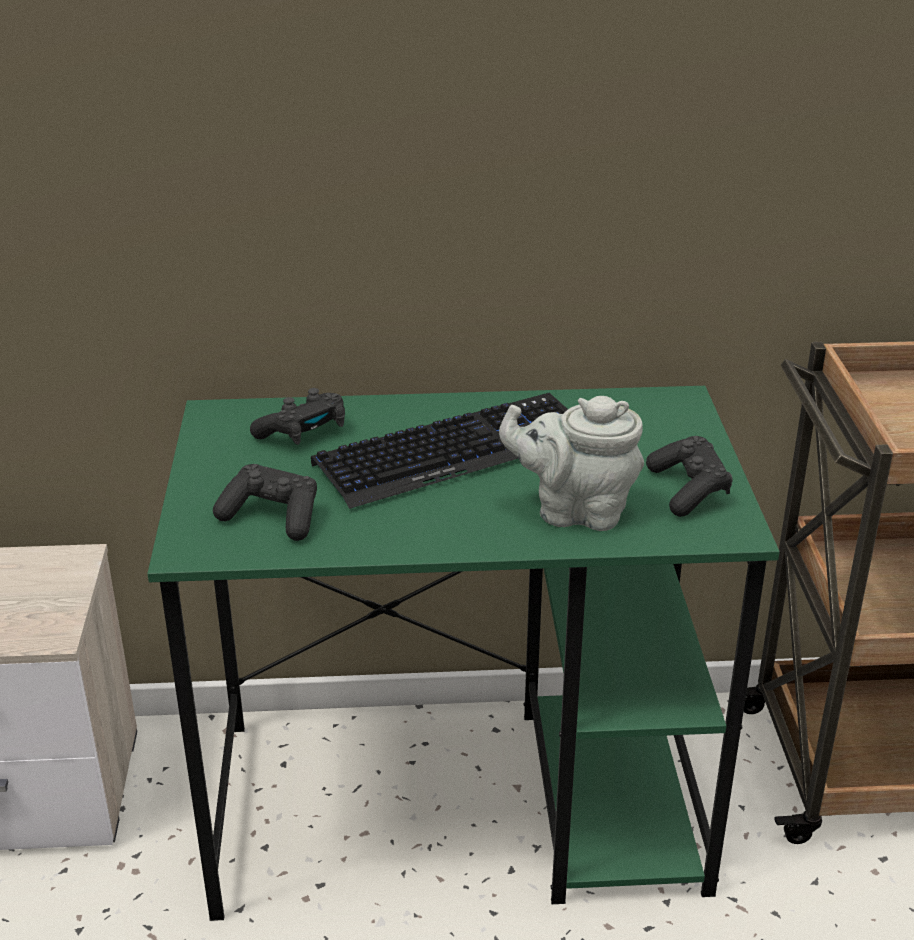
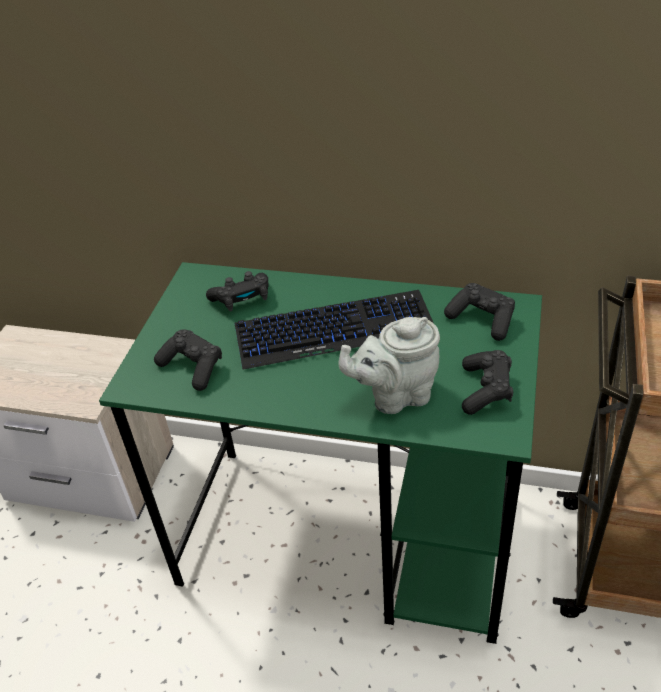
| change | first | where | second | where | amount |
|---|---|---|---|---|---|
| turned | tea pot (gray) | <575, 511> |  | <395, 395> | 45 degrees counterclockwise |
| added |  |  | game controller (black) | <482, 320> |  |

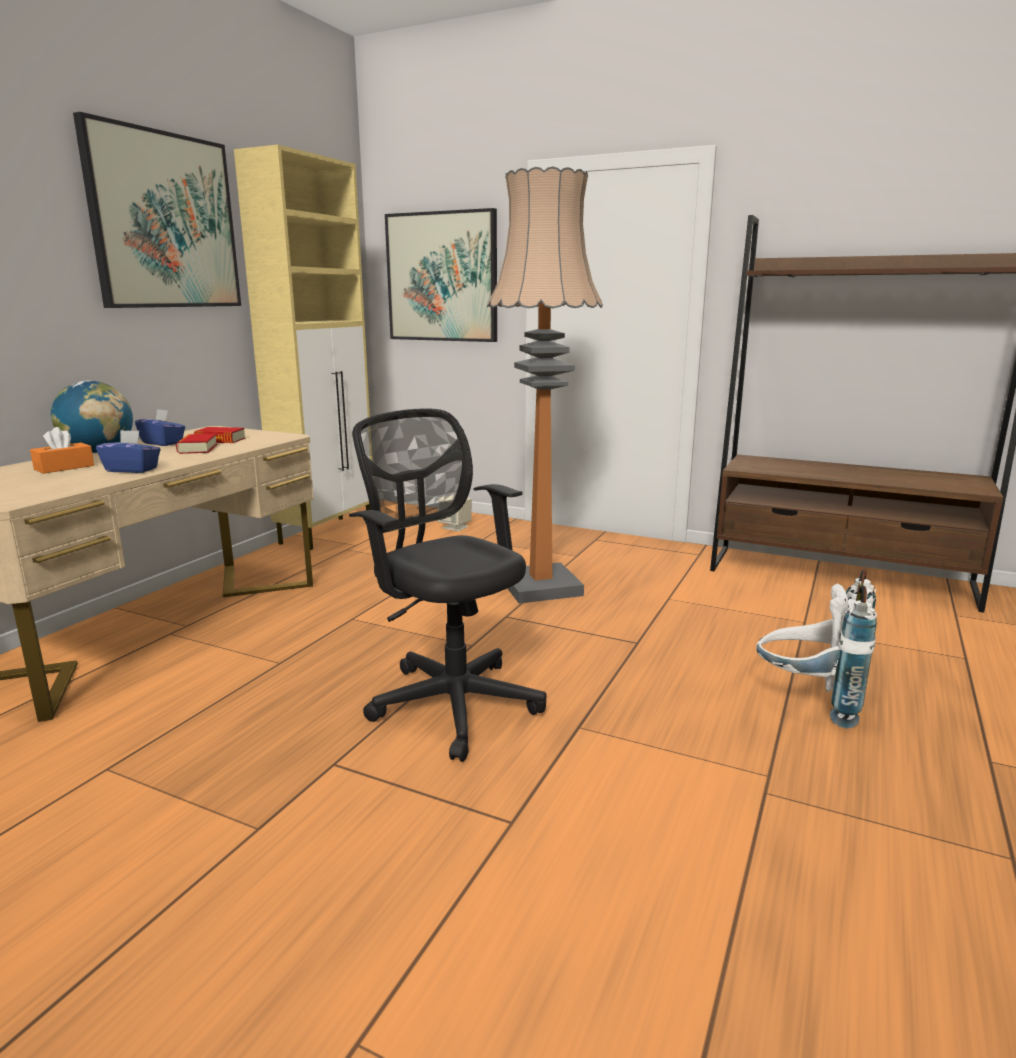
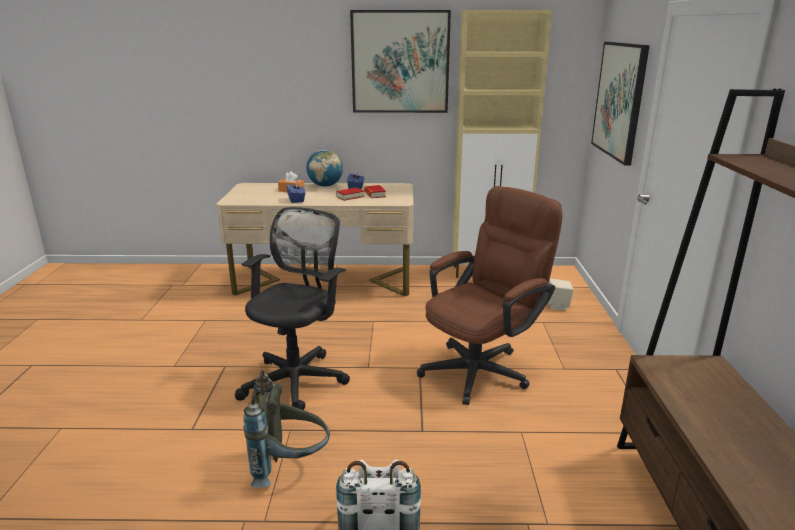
| change | first | where | second | where | amount |
|---|---|---|---|---|---|
| replaced | standing lamp | <540, 587> | office chair (brownish) | <482, 368> |  |
| added |  |  | knapsack (gray) | <290, 467> |  |

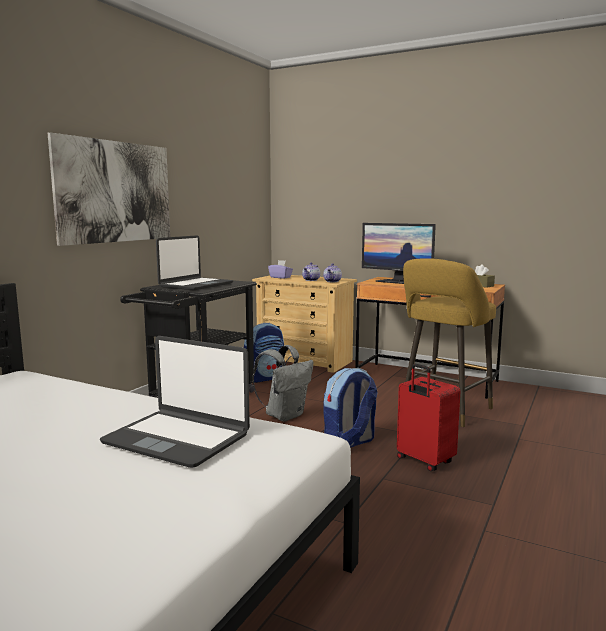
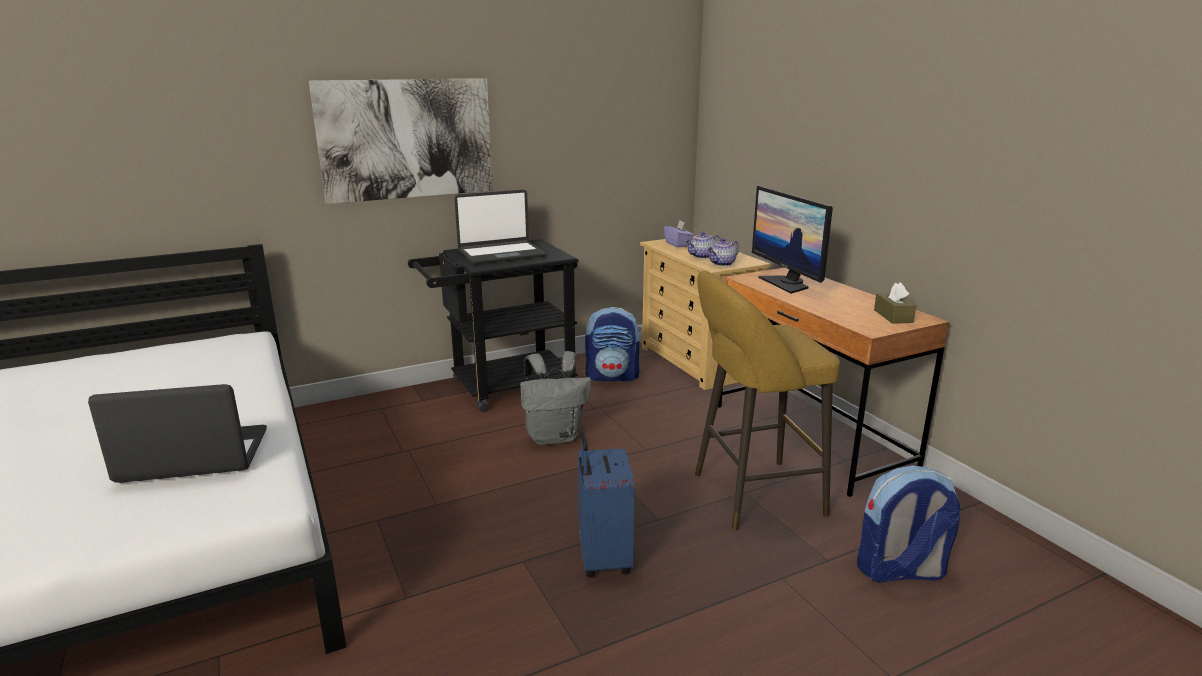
| change | first | where | second | where | amount |
|---|---|---|---|---|---|
| turned | portable computer | <177, 438> |  | <194, 457> | 105 degrees clockwise |
| recoloured | suitcase (reddish) | <424, 461> | suitcase (blue-coloured) | <602, 559> |  |
| moved | knapsack | <349, 443> |  | <899, 571> |  |

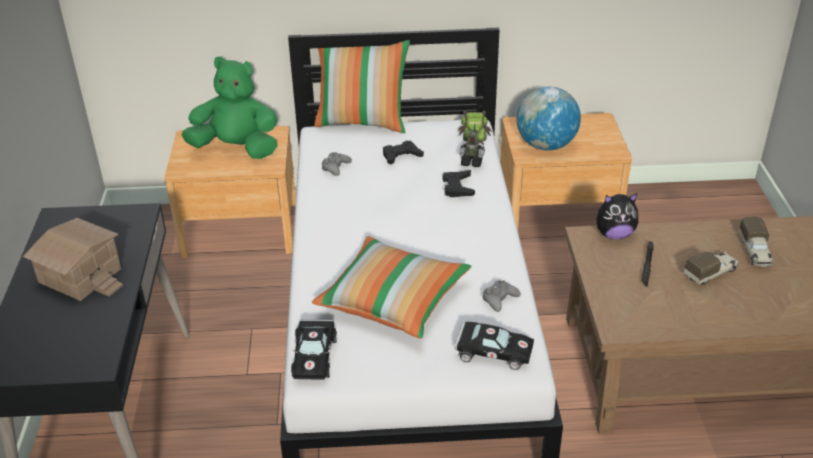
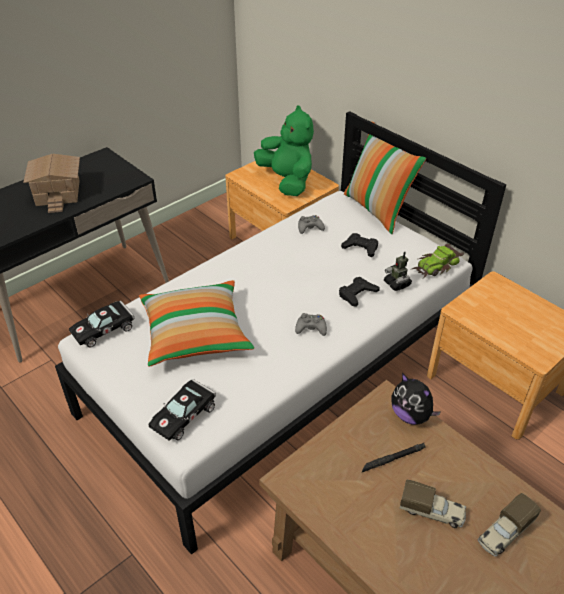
| change | first | where | second | where | amount |
|---|---|---|---|---|---|
| removed | desk globe | <545, 145> |  |  |  |
| moved | game controller (gray) | <499, 299> |  | <311, 328> |  |
| turned | toy car (black) | <490, 352> |  | <185, 414> | 60 degrees clockwise |

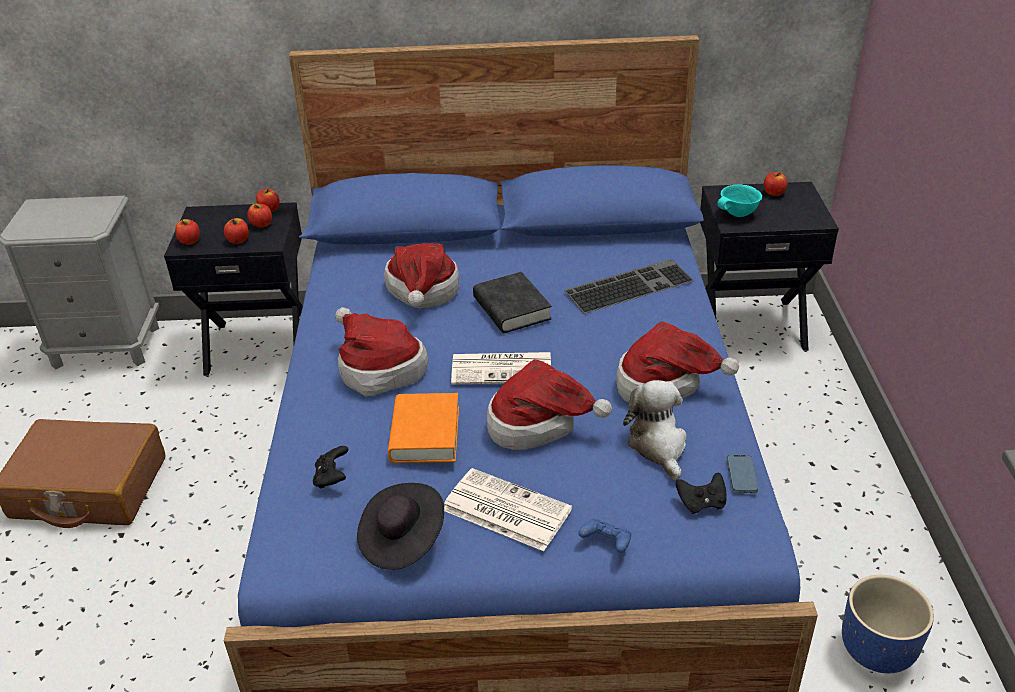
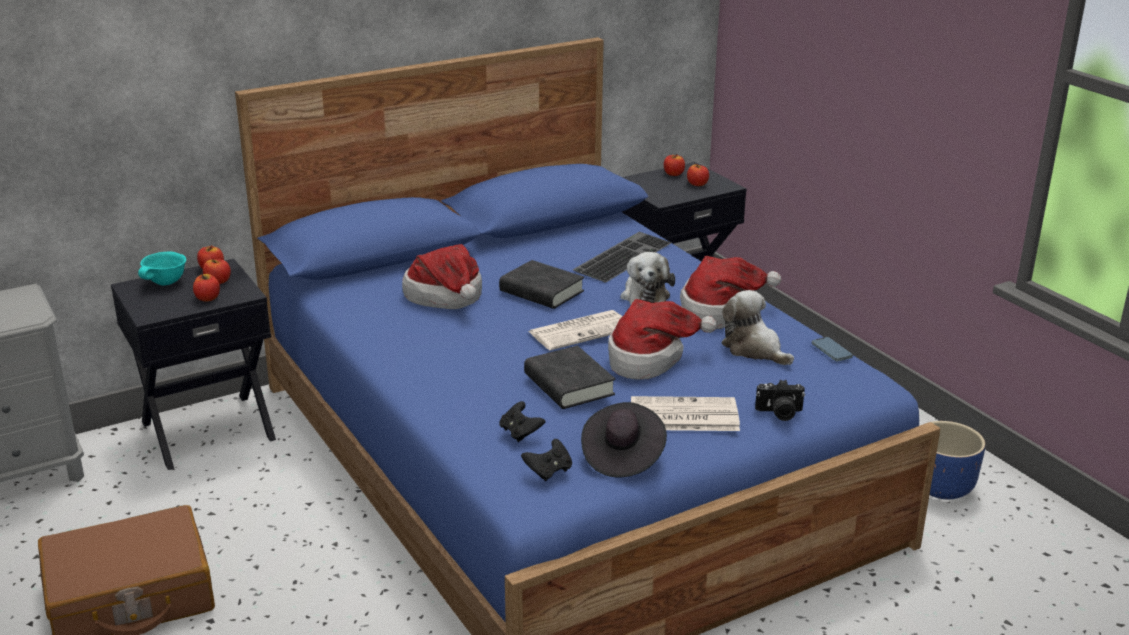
| change | first | where | second | where | amount |
|---|---|---|---|---|---|
| moved | bowl (turquoise-coloured) | <738, 214> |  | <165, 283> |  |
| moved | whole apple | <190, 241> |  | <697, 184> |  |
| removed | clothing hat | <378, 369> |  |  |  |
| recoloured | book (orangey) | <425, 434> | book (black) | <569, 385> |  |
| moved | game controller (black) | <701, 503> |  | <548, 471> |  |
| replaced | game controller (blue-coloured) | <606, 542> | photo camera | <779, 413> |  |
| added |  |  | soft toy | <645, 295> |  |

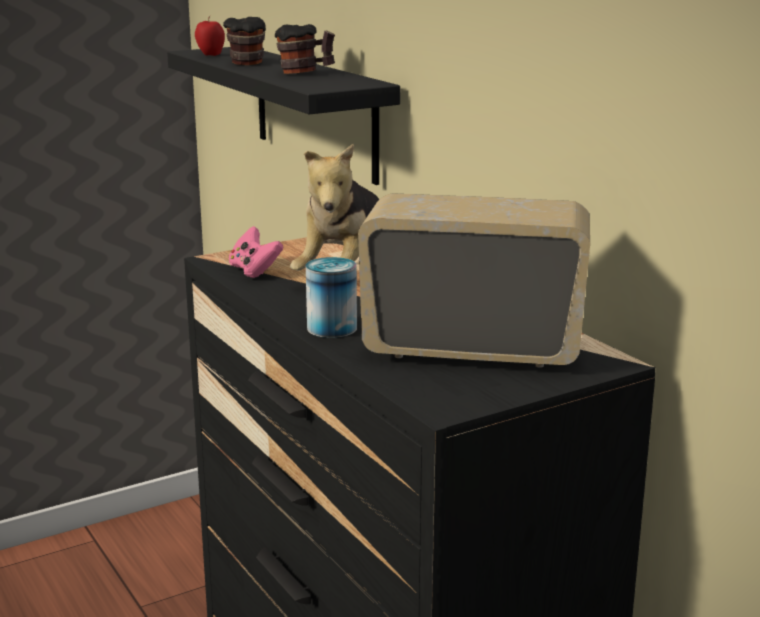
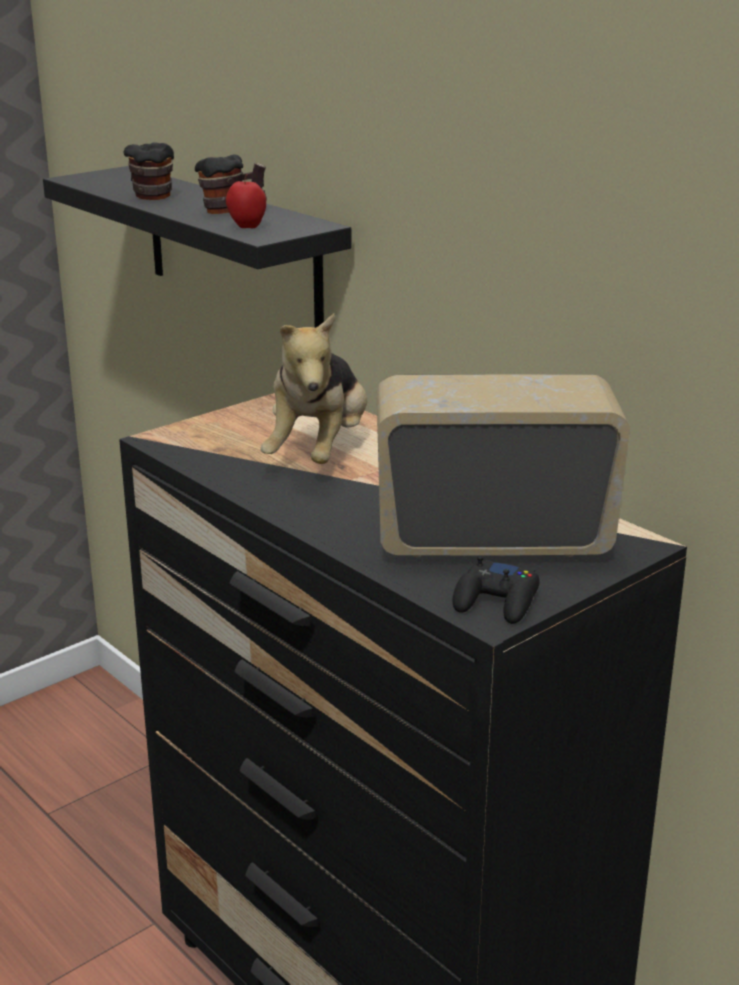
| change | first | where | second | where | amount |
|---|---|---|---|---|---|
| moved | whole apple | <210, 55> |  | <247, 227> |  |
| removed | game controller (pinkish) | <254, 271> |  |  |  |
| removed | can | <332, 328> |  |  |  |
| added |  |  | game controller (black) | <497, 601> |  |

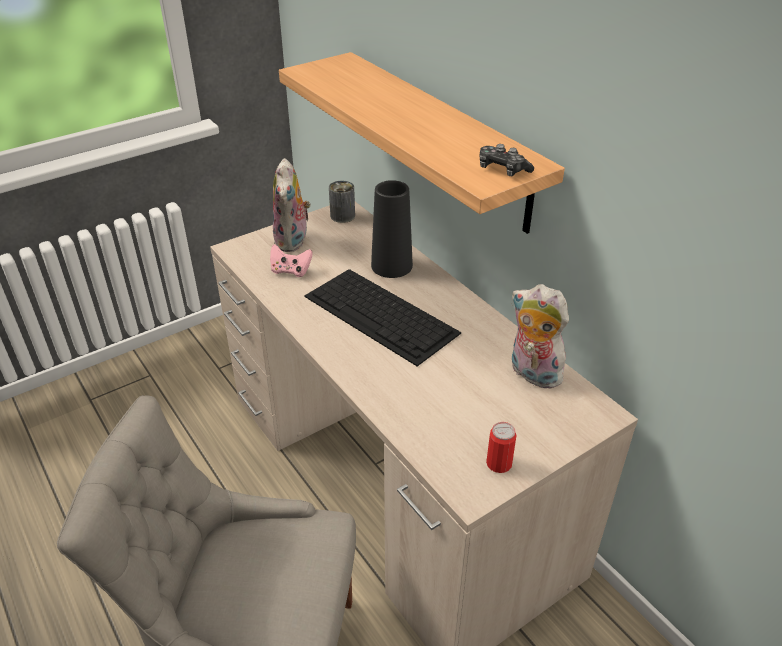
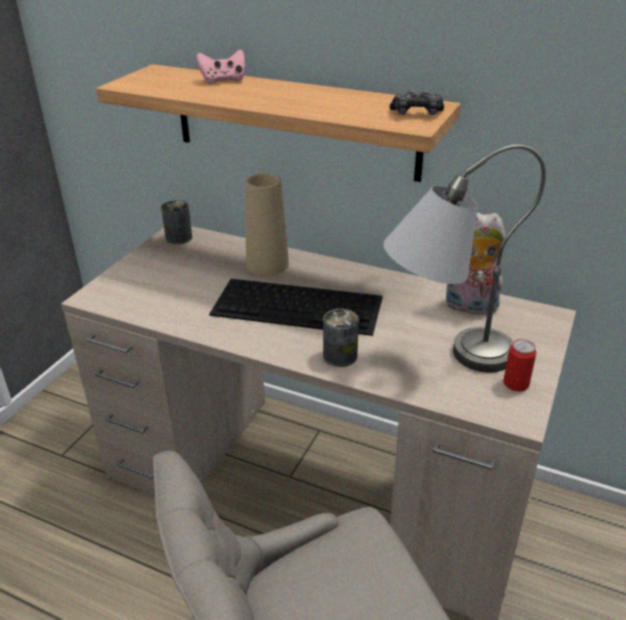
| change | first | where | second | where | amount |
|---|---|---|---|---|---|
| removed | soft toy | <293, 241> |  |  |  |
| recoloured | vase (black) | <391, 265> | vase (beige) | <267, 264> |  |
| moved | game controller (pinkish) | <291, 271> |  | <223, 80> |  |
| added |  |  | tabletop lamp (gray) | <442, 357> |  |
| added |  |  | can | <340, 356> |  |

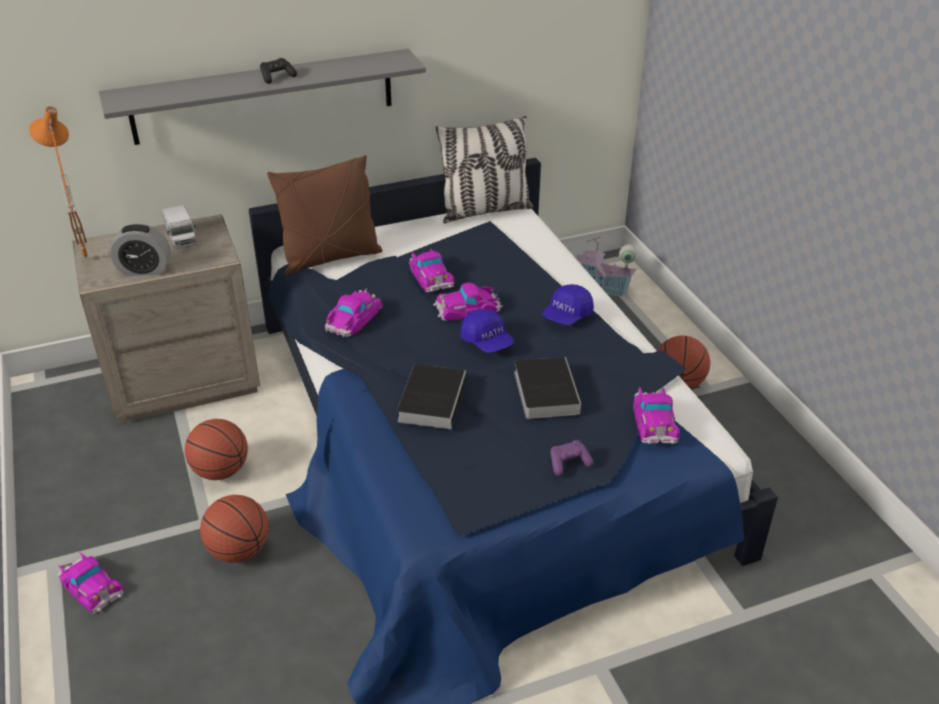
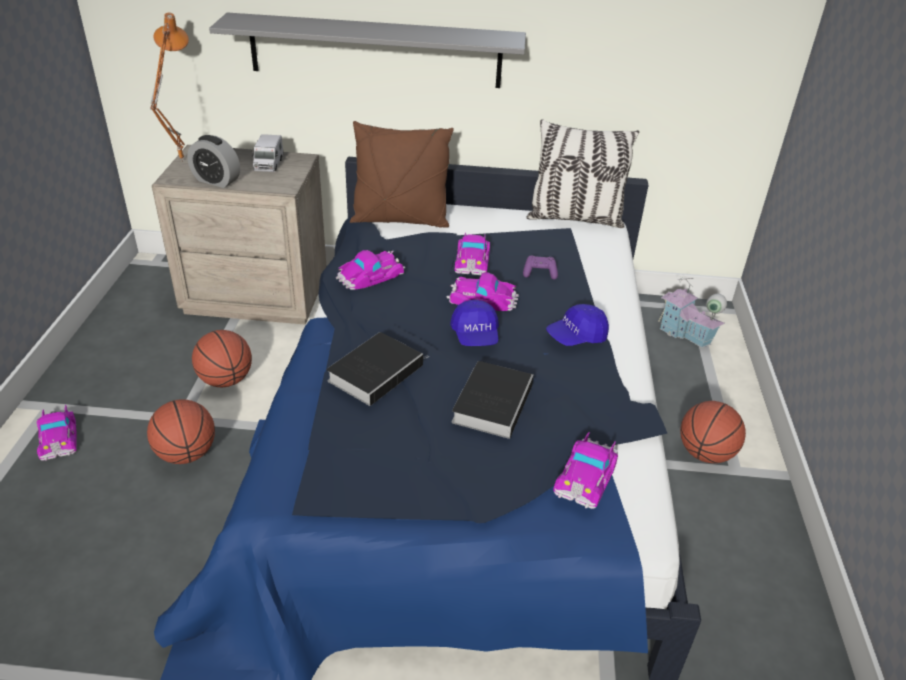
| change | first | where | second | where | amount |
|---|---|---|---|---|---|
| removed | game controller (black) | <277, 77> |  |  |  |
| moved | game controller (purple-coloured) | <569, 463> |  | <539, 273> |  |

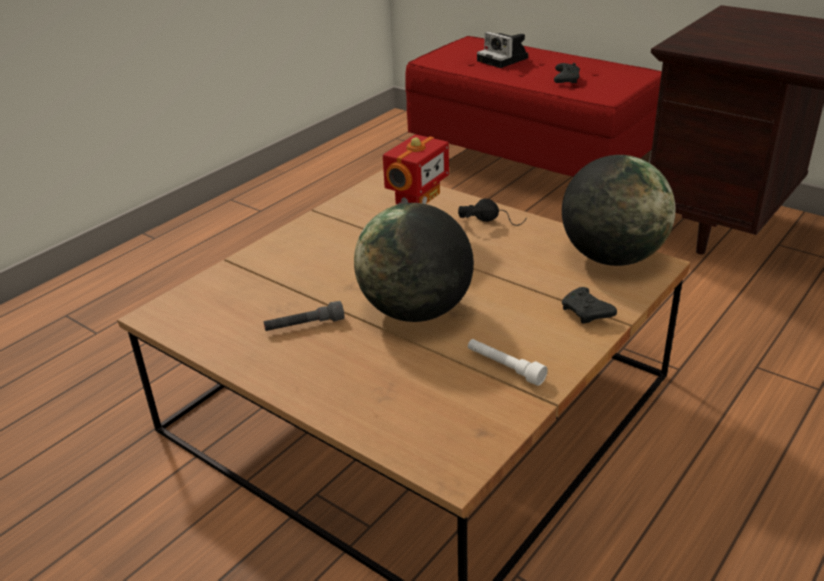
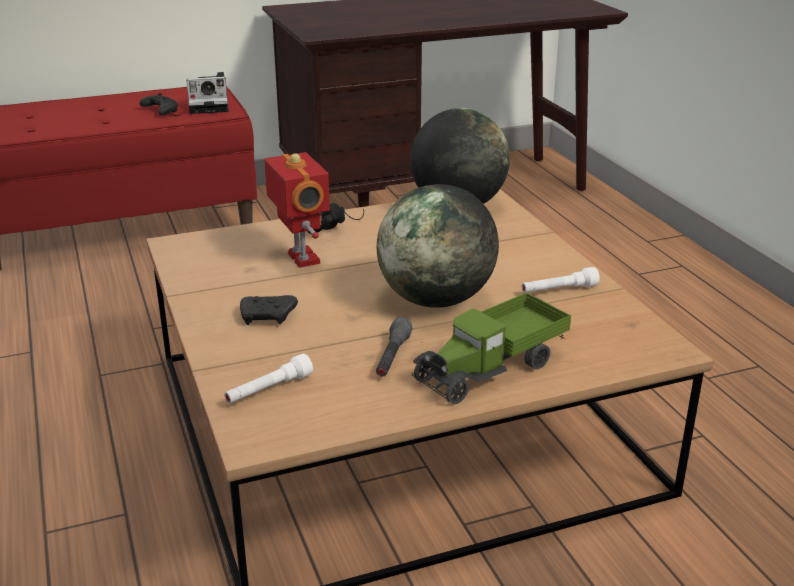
| change | first | where | second | where | amount |
|---|---|---|---|---|---|
| moved | photo camera | <504, 60> |  | <211, 105> |  |
| moved | game controller (black) | <586, 314> |  | <268, 317> |  |
| added |  |  | model truck | <491, 368> |  |
| added |  |  | flashlight (white) | <268, 390> |  |

